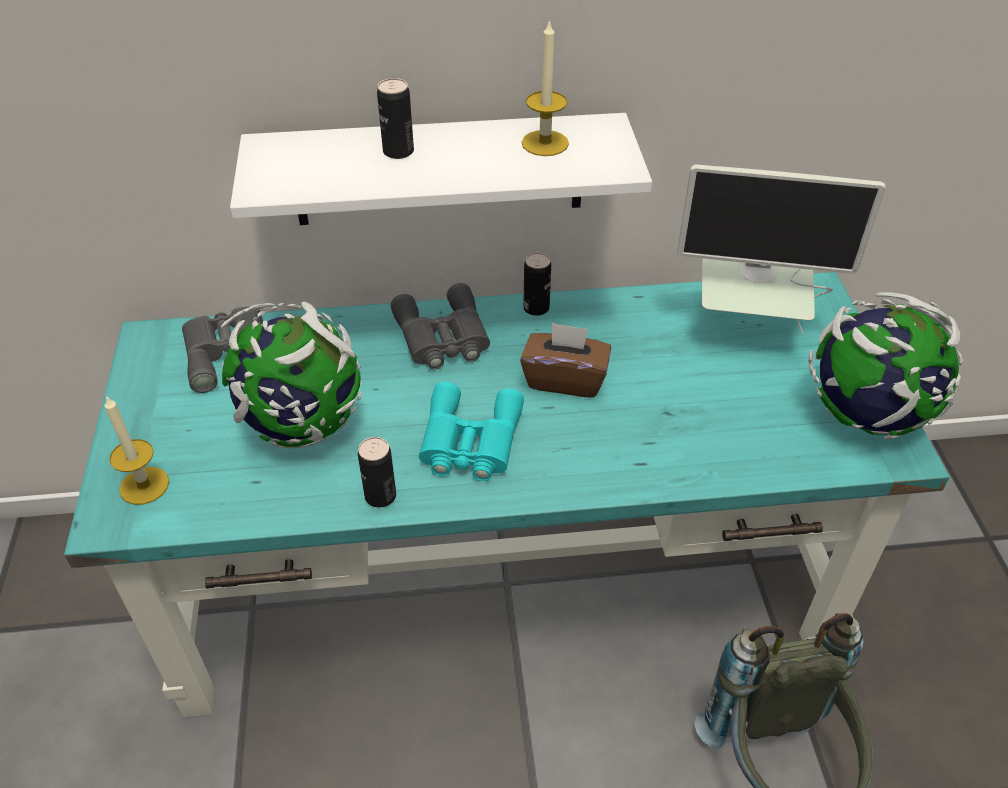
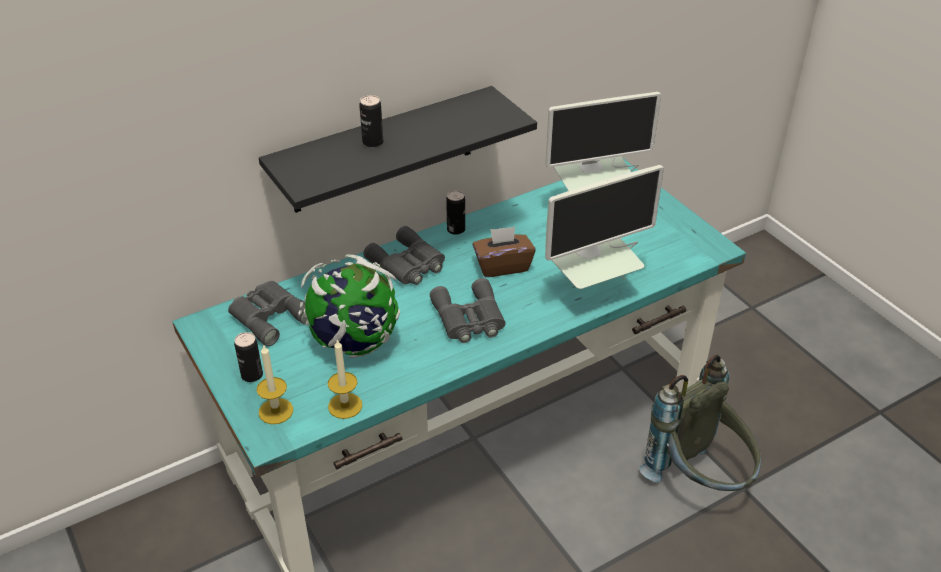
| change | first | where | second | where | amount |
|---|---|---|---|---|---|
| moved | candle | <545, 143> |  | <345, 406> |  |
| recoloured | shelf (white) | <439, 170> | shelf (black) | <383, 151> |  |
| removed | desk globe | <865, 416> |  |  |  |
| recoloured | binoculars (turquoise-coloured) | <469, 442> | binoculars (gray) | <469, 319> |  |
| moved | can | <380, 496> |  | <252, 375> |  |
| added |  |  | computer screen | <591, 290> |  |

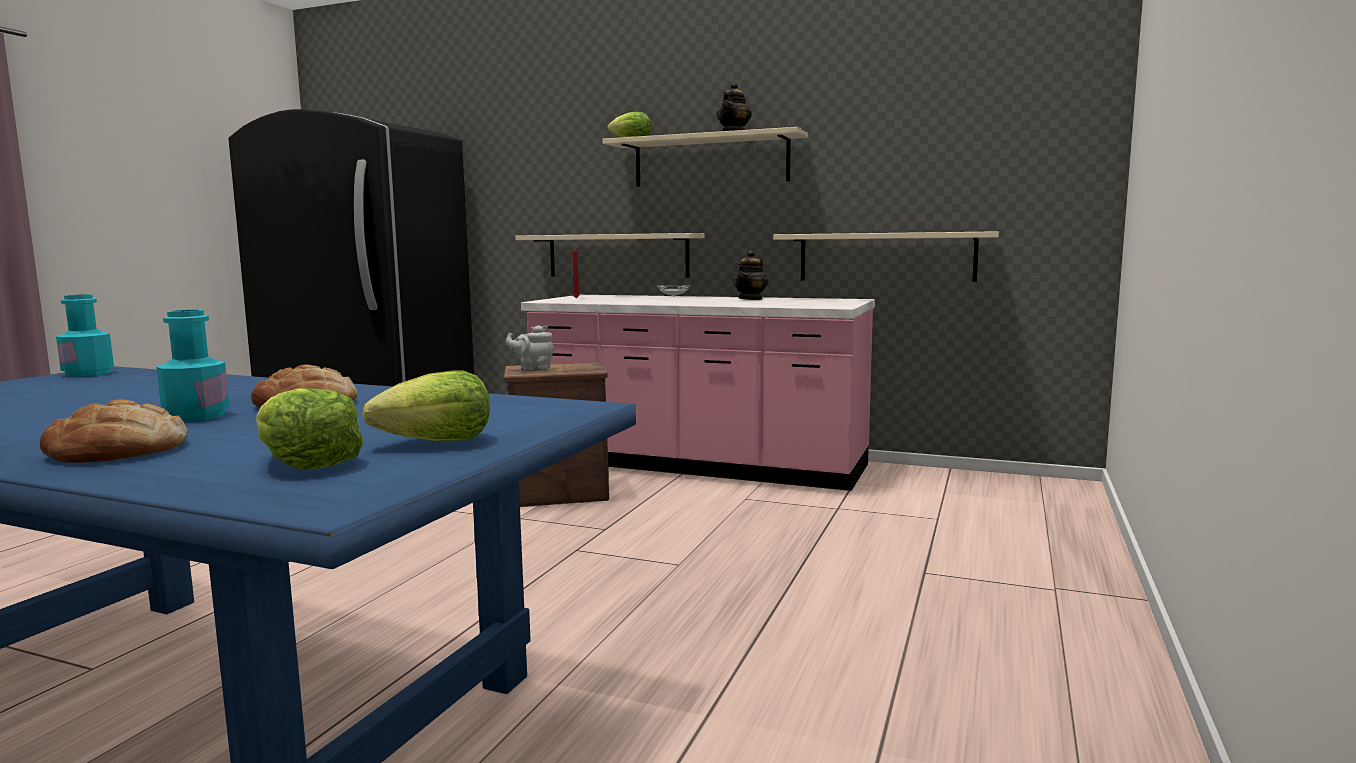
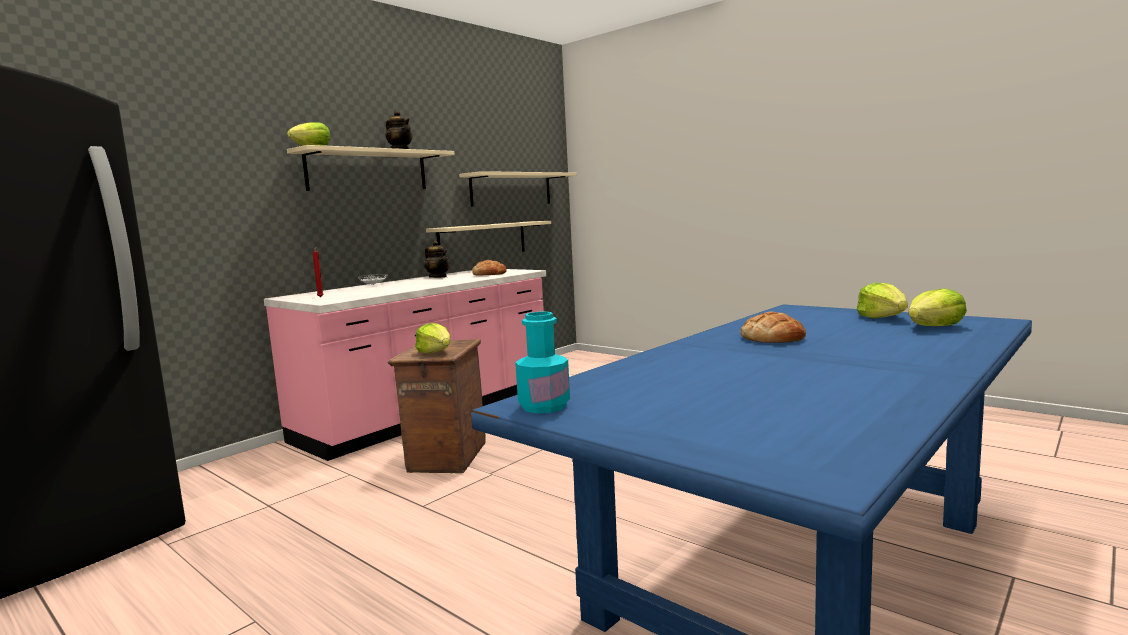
| change | first | where | second | where | amount |
|---|---|---|---|---|---|
| moved | shelf (beige) | <618, 255> |  | <511, 189> |  |
| removed | beverage bottle (turquoise-coloured) | <196, 416> |  |  |  |
| replaced | tea pot (gray) | <533, 369> | head of lettuce | <435, 352> |  |
| moved | baked bread | <119, 450> |  | <489, 274> |  |

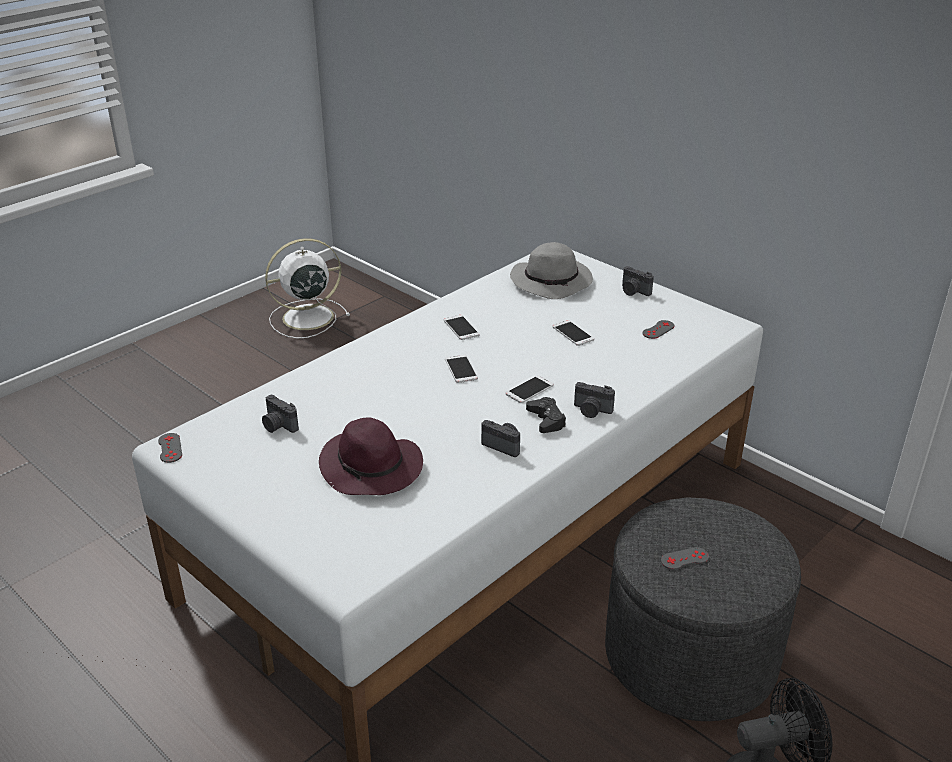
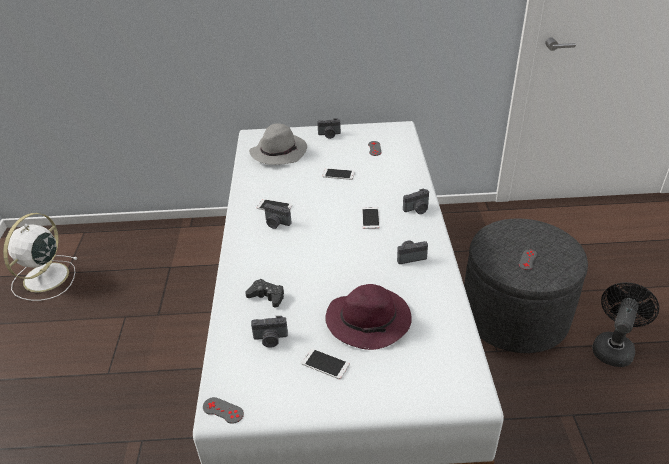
| change | first | where | second | where | amount |
|---|---|---|---|---|---|
| moved | phone | <461, 369> |  | <325, 364> |  |
| moved | game controller (black) | <546, 420> |  | <267, 296> |  |
| added |  |  | photo camera | <276, 223> |  |

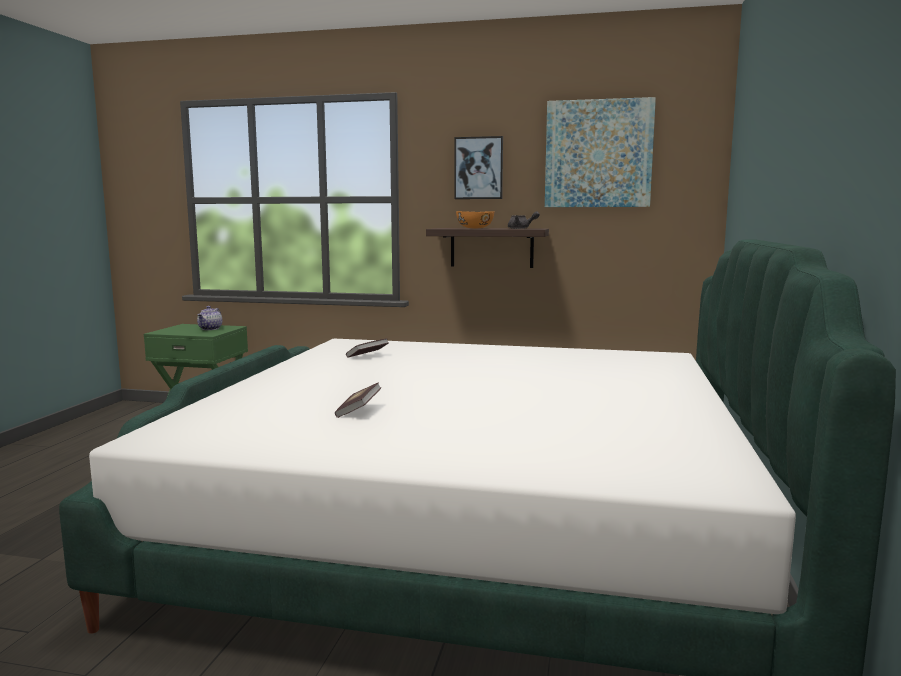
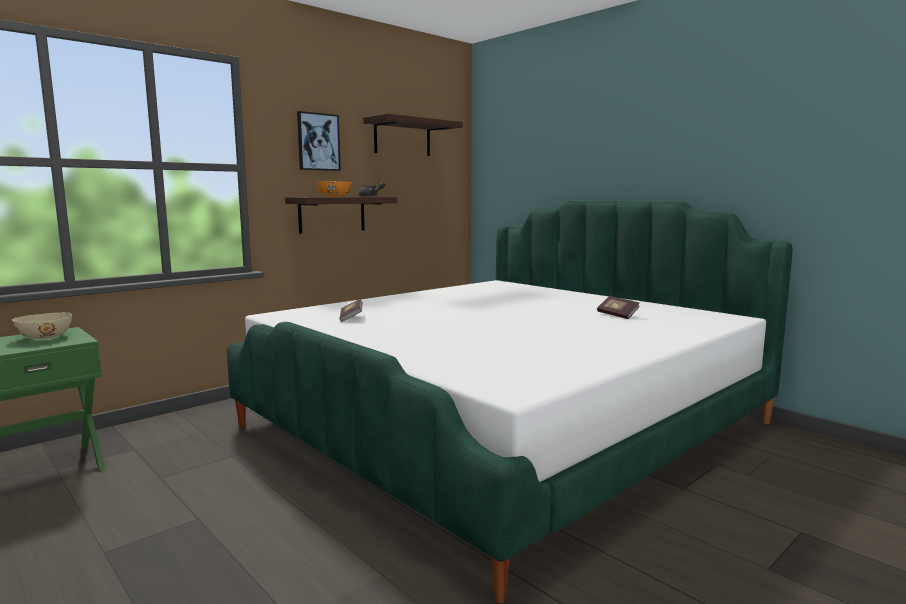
| change | first | where | second | where | amount |
|---|---|---|---|---|---|
| replaced | picture | <598, 154> | shelf | <402, 138> |  |
| replaced | tea pot | <210, 329> | bowl (beige) | <45, 337> |  |
| moved | book | <358, 411> |  | <617, 315> |  |

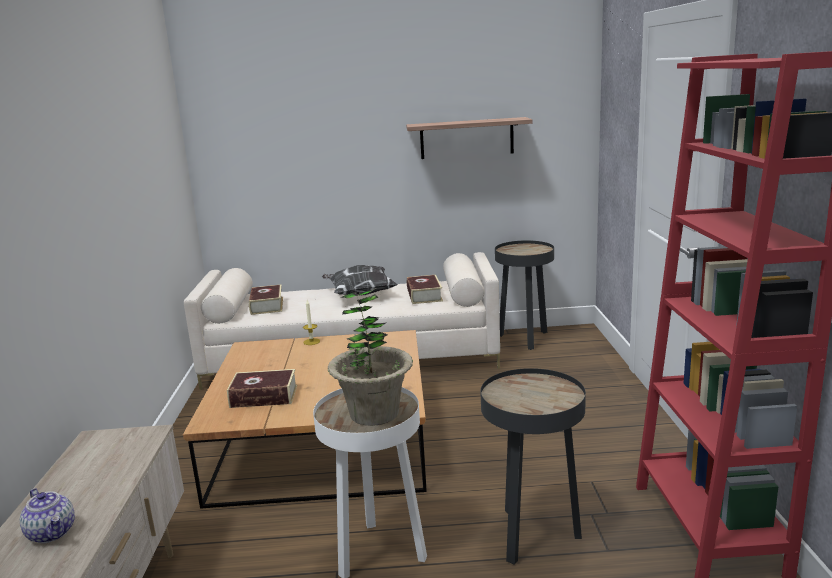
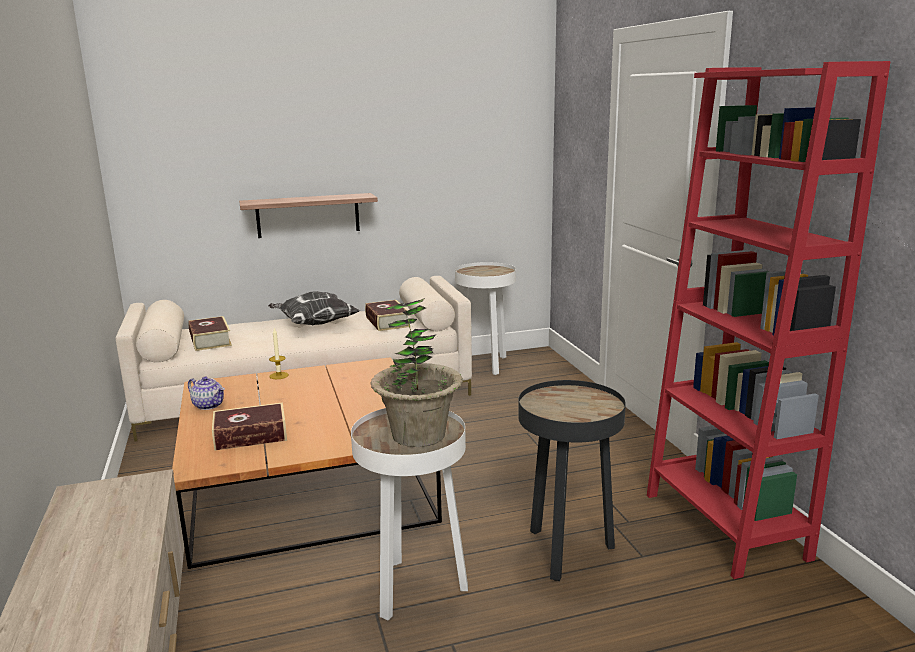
| change | first | where | second | where | amount |
|---|---|---|---|---|---|
| moved | shelf | <466, 138> |  | <308, 215> |  |
| recoloured | end table (black) | <525, 339> | end table (white) | <486, 365> |  |
| moved | tea pot | <52, 533> |  | <209, 405> |  |

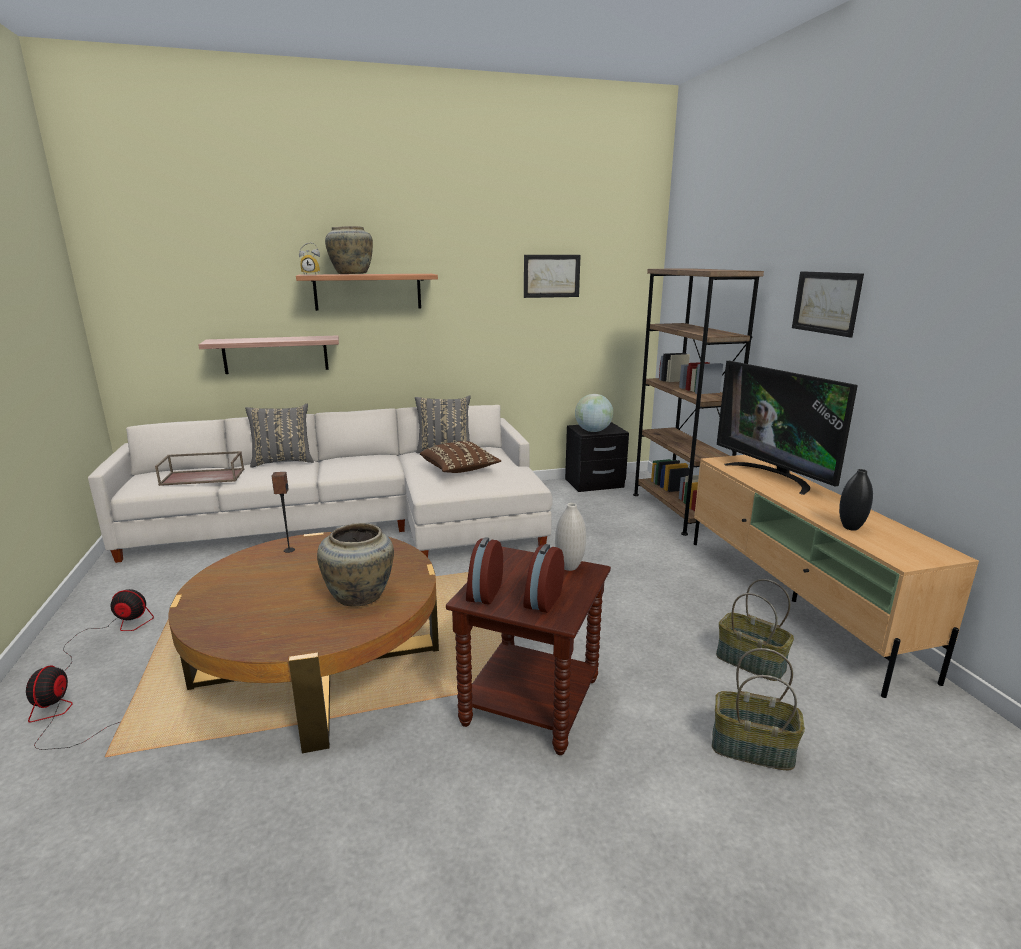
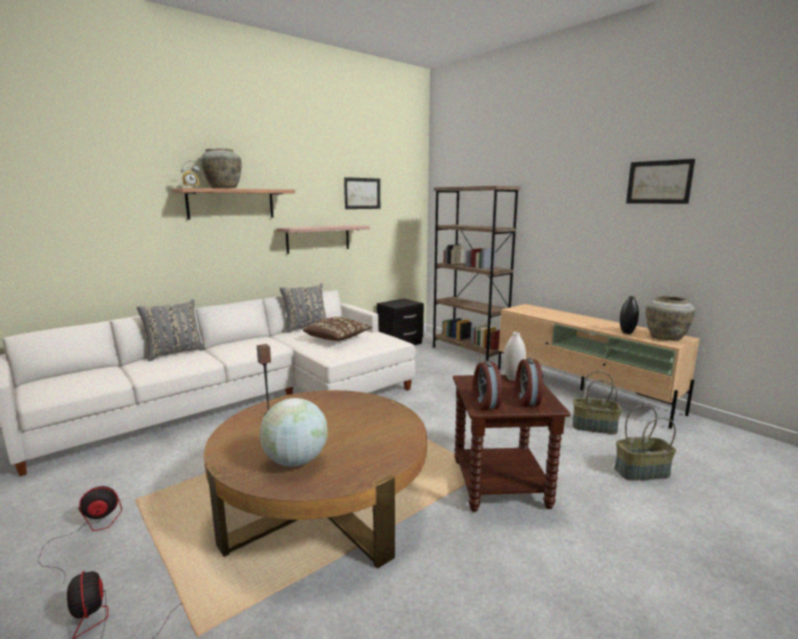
| change | first | where | second | where | amount |
|---|---|---|---|---|---|
| moved | picture | <826, 302> |  | <659, 182> |  |
| moved | shelf | <275, 354> |  | <318, 238> |  |
| removed | television | <774, 476> |  |  |  |
| moved | desk globe | <593, 431> |  | <295, 461> |  |
| removed | tray (brownish) | <204, 477> |  |  |  |
| moved | vase (beige) | <361, 596> |  | <666, 338> |  |

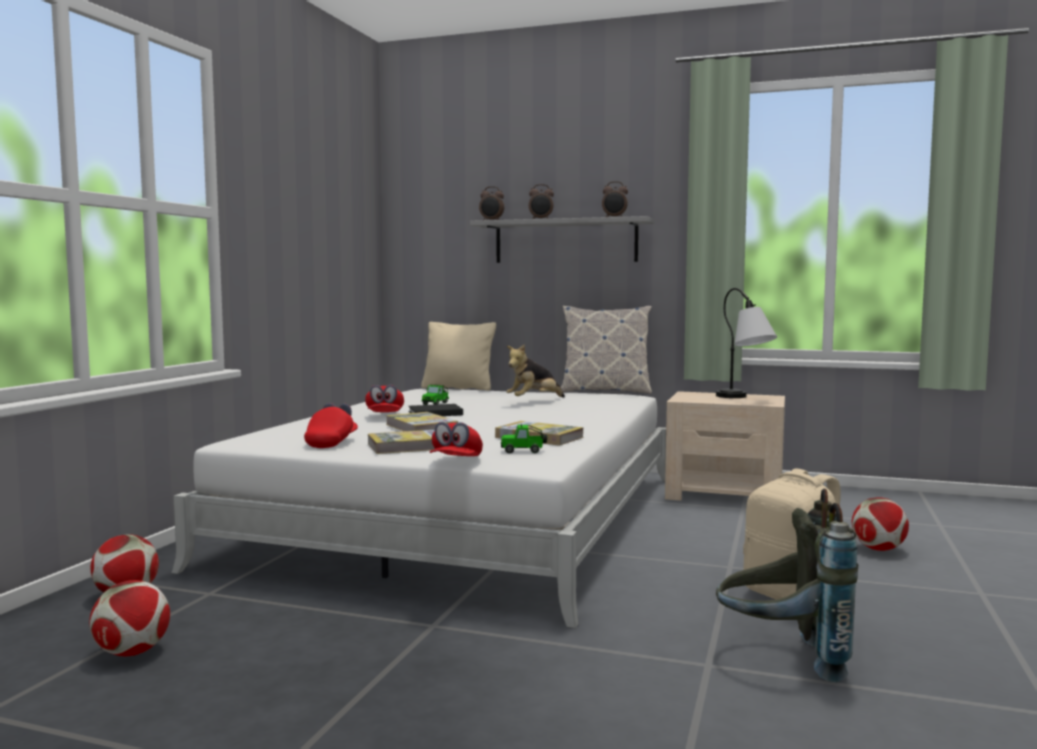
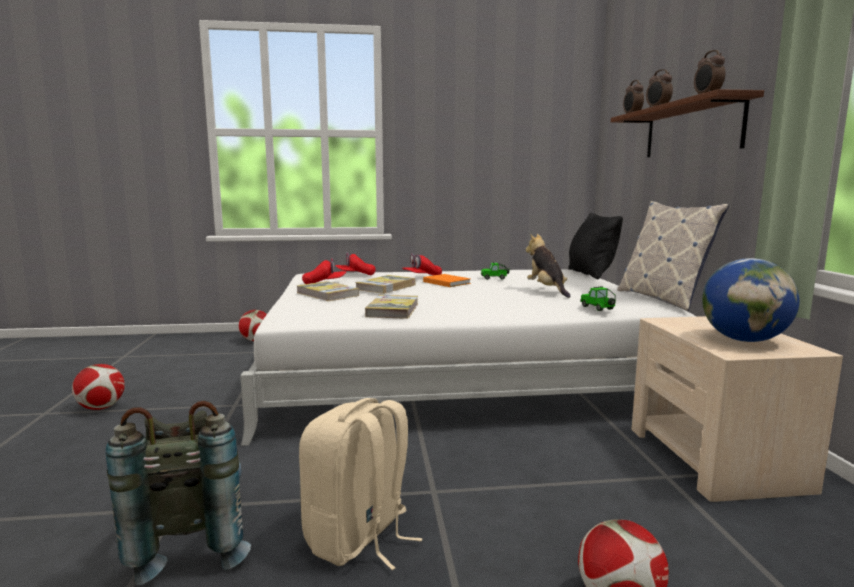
| change | first | where | second | where | amount |
|---|---|---|---|---|---|
| recoloured | shelf (gray) | <565, 241> | shelf (brownish) | <691, 130> |  |
| replaced | tabletop lamp | <744, 398> | desk globe | <743, 340> |  |
| recoloured | throw pillow (beige) | <458, 388> | throw pillow (black) | <591, 274> |  |
| turned | soft toy | <534, 401> |  | <547, 290> | 45 degrees clockwise |
| recoloured | book (black) | <433, 413> | book (orangey) | <446, 282> |  |
| moved | cap (reddish) | <456, 462> |  | <355, 275> |  |
| moved | toy car | <524, 451> |  | <598, 308> |  |
| moved | football | <132, 652> |  | <101, 408> |  |

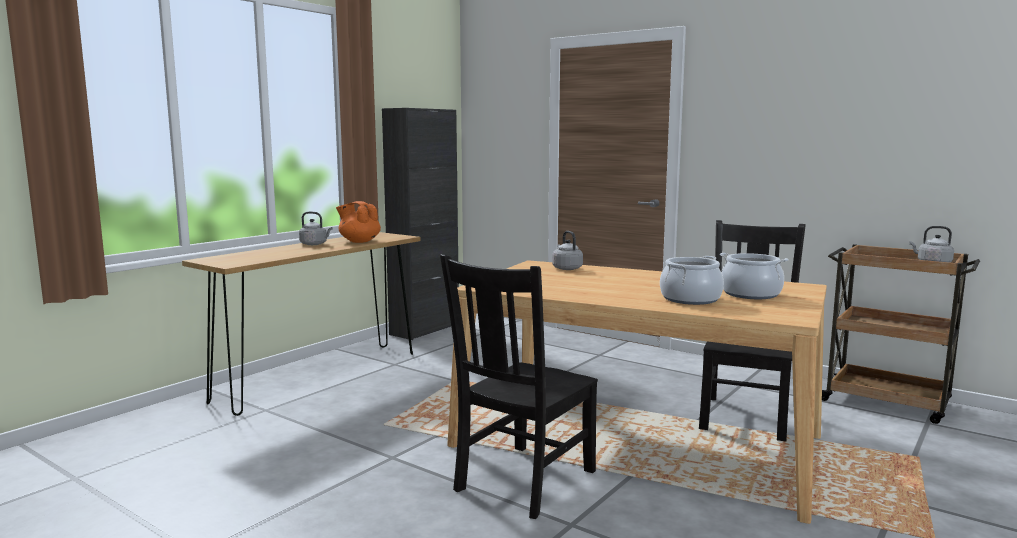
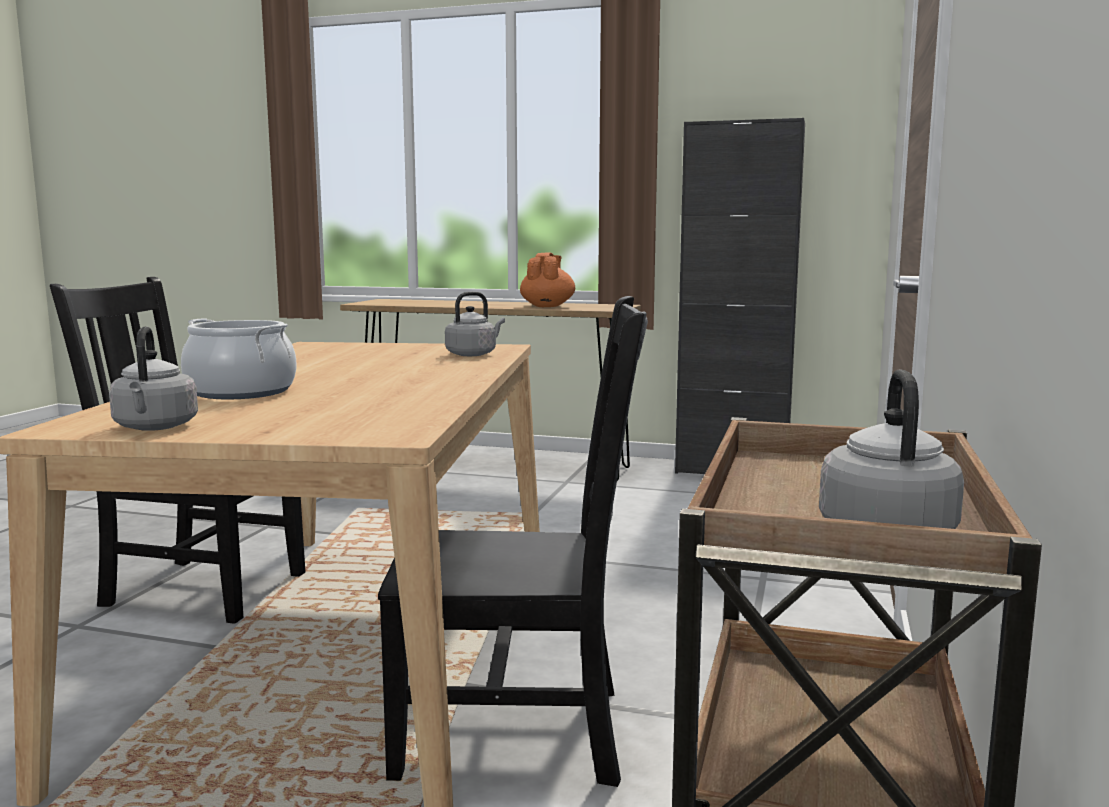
| change | first | where | second | where | amount |
|---|---|---|---|---|---|
| moved | kettle (gray) | <315, 244> |  | <155, 427> |  |
| removed | cooking pot | <750, 294> |  |  |  |

